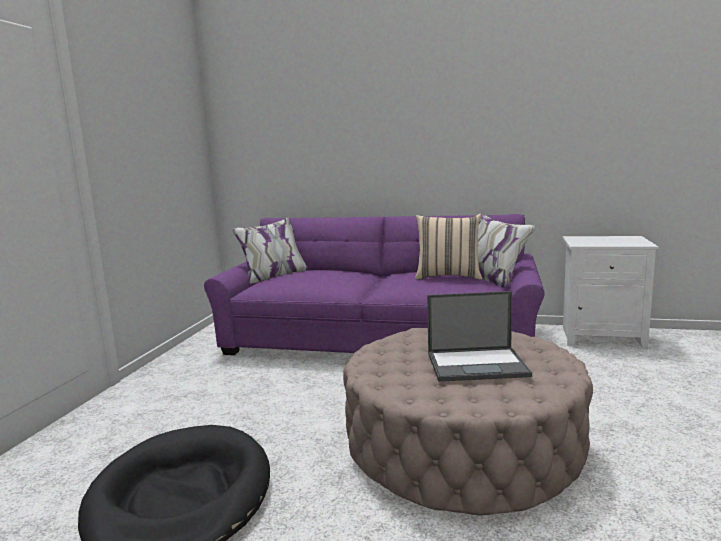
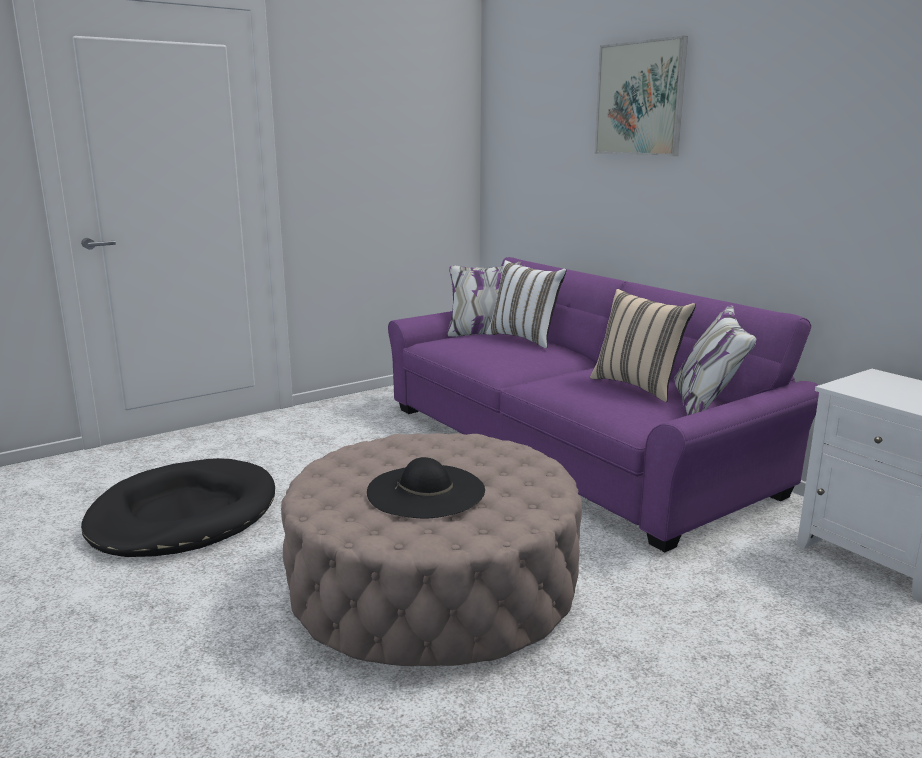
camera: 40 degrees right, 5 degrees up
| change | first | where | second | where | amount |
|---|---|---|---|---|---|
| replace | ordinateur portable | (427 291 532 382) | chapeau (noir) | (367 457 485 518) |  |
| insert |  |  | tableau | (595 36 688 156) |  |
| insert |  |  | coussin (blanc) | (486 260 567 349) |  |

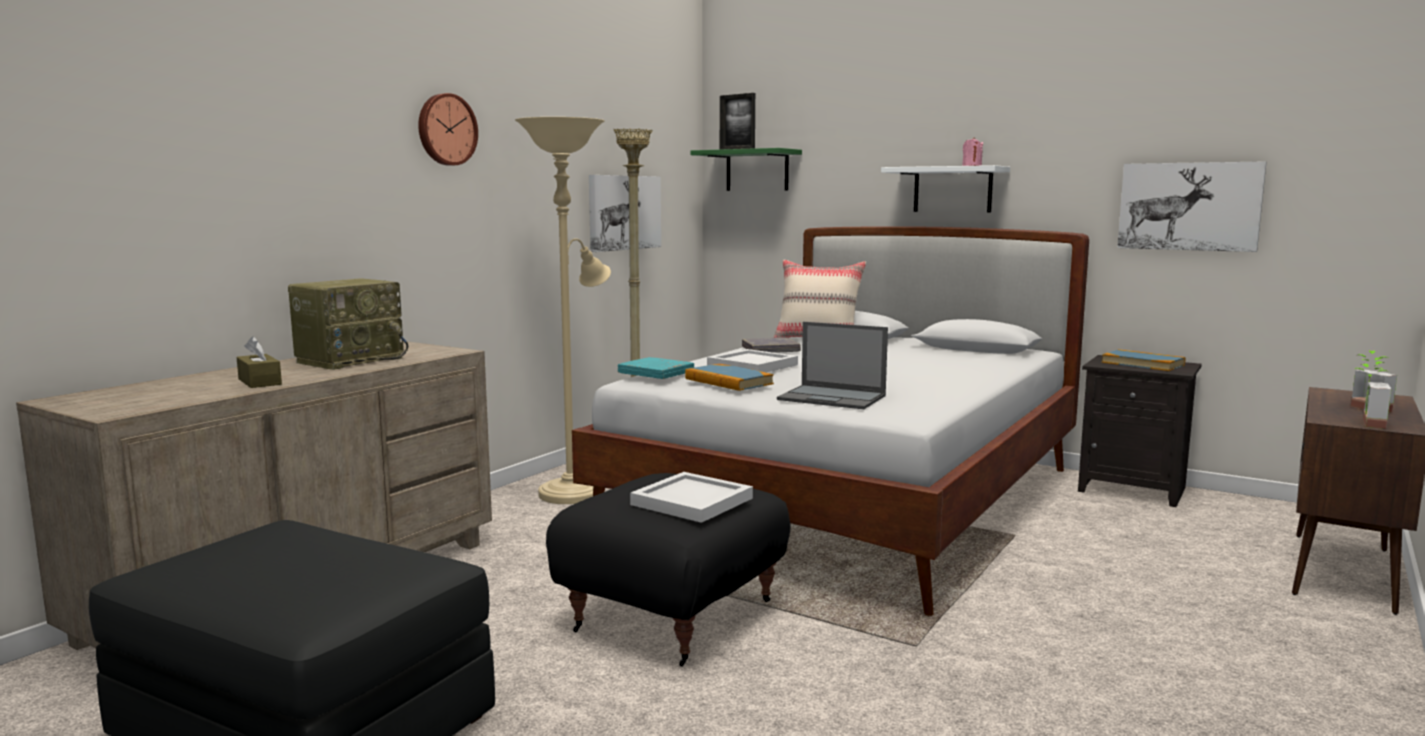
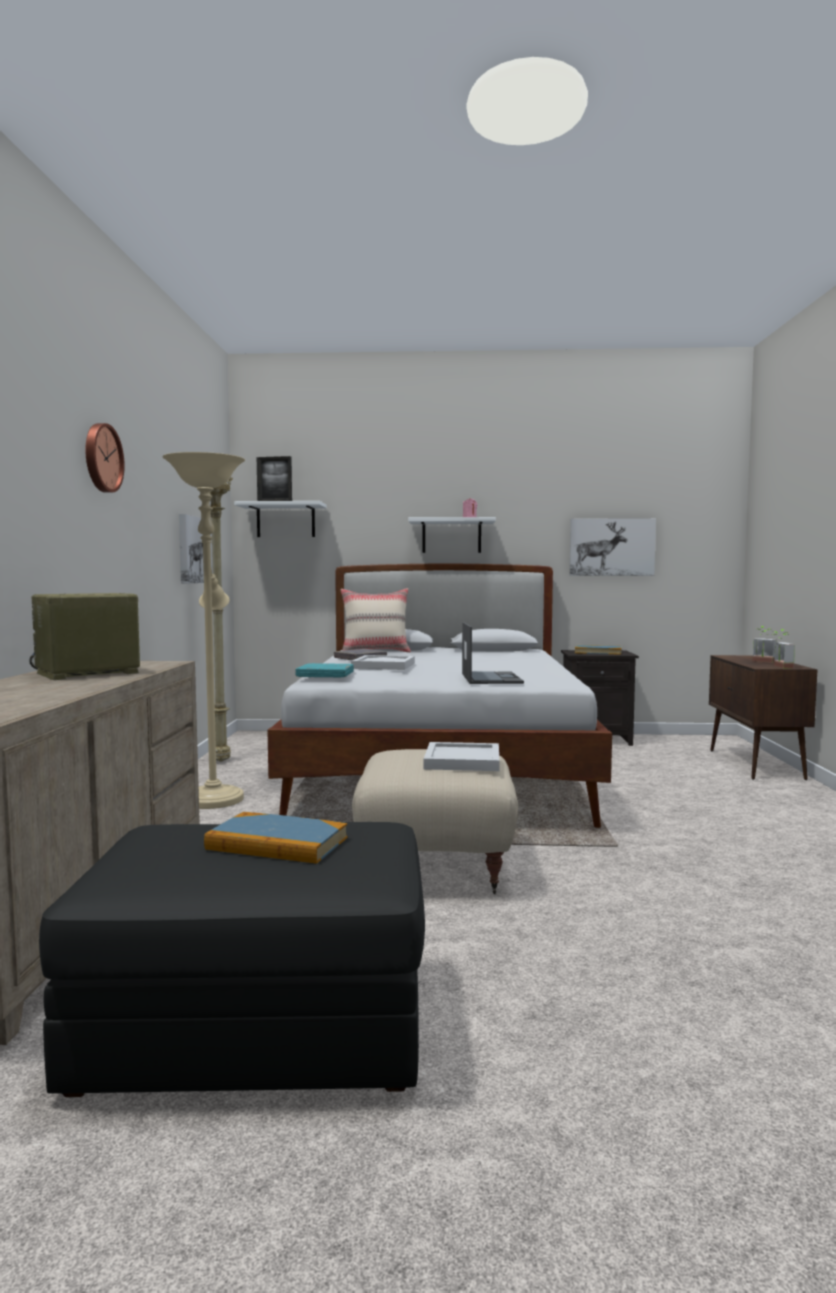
camera: 30 degrees left, 5 degrees down
| change | first | where | second | where | amount |
|---|---|---|---|---|---|
| recolor | étagère (vert) | (690 148 802 191) | étagère (blanc) | (234 501 327 537) |  |
| rotate | radio | (288 278 408 370) |  | (29 593 140 680) | 135 degrees counterclockwise |
| rotate | ordinateur portable | (777 322 888 409) |  | (462 622 524 684) | 90 degrees counterclockwise |
| delete | boîte à mouchoirs (marron) | (237 336 282 388) |  |  |  |
| move | livre | (685 364 774 391) |  | (204 812 347 864) |  |
| recolor | pouf (noir) | (546 473 791 667) | pouf (beige) | (352 749 518 894) |  |

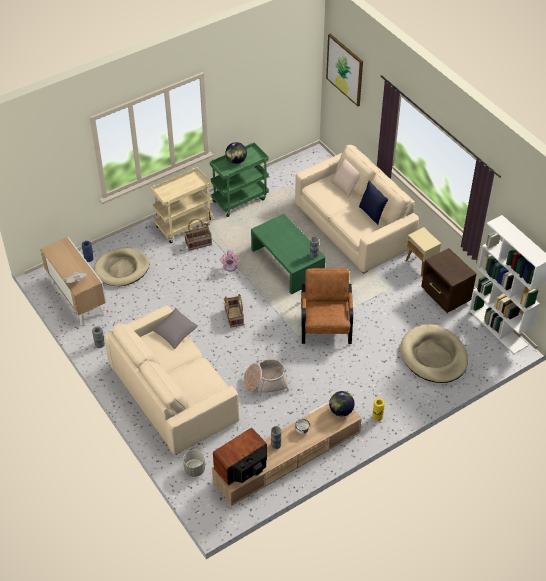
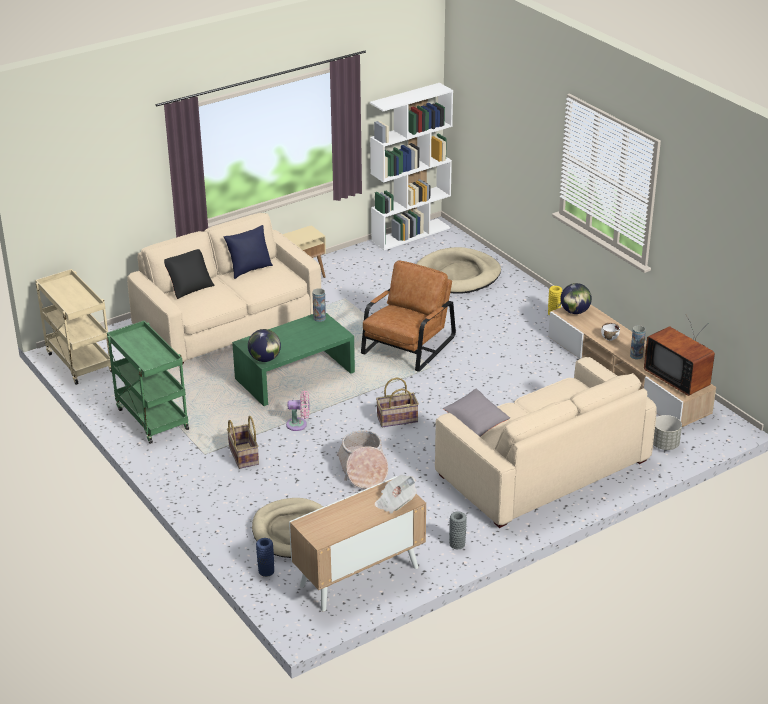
camera: 90 degrees left, 15 degrees down
| change | first | where | second | where | amount |
|---|---|---|---|---|---|
| delete | tableau | (326 34 363 107) |  |  |  |
| move | globe | (226 142 247 164) |  | (248 329 281 362) |  |
| recolor | coussin (beige) | (330 158 360 198) | coussin (noir) | (164 249 215 299) |  |
| move | chariot (beige) | (151 167 213 243) |  | (35 269 112 385) |  |
| delete | table de chevet (marron) | (421 248 476 313) |  |  |  |
| rotate | fauteuil (marron) | (301 268 353 344) |  | (361 260 456 372) | 120 degrees clockwise |
| move | panier | (243 359 289 396) |  | (337 431 388 489) |  |

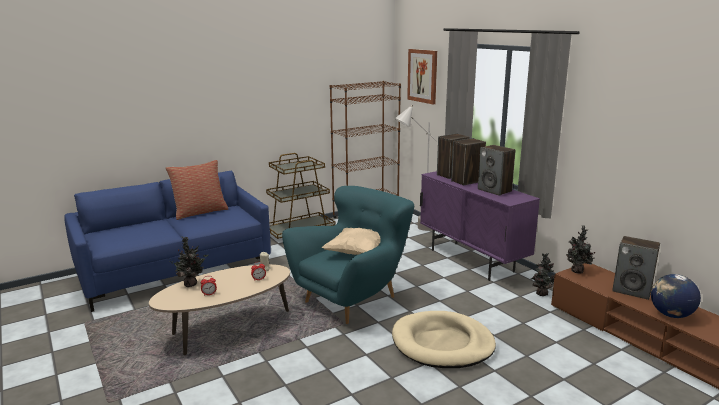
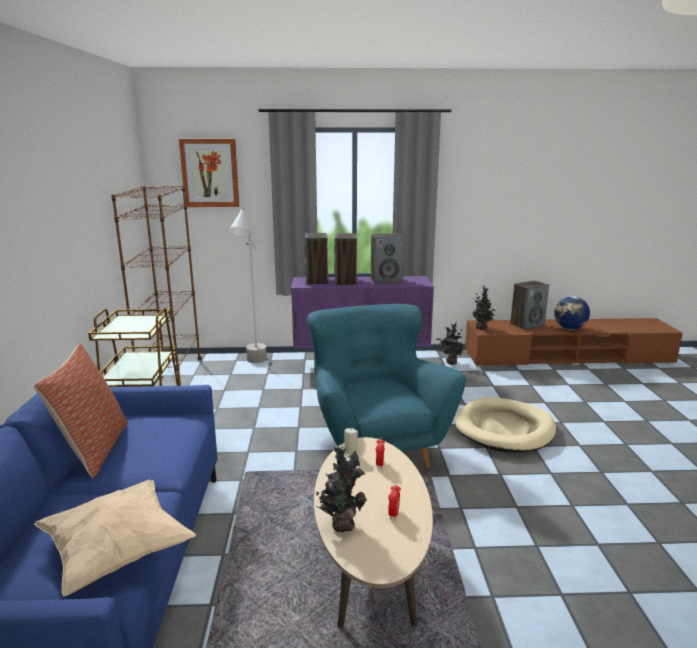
camera: 60 degrees left, 0 degrees up
| change | first | where | second | where | amount |
|---|---|---|---|---|---|
| move | coussin (beige) | (322 228 381 255) |  | (34 480 196 596) |  |

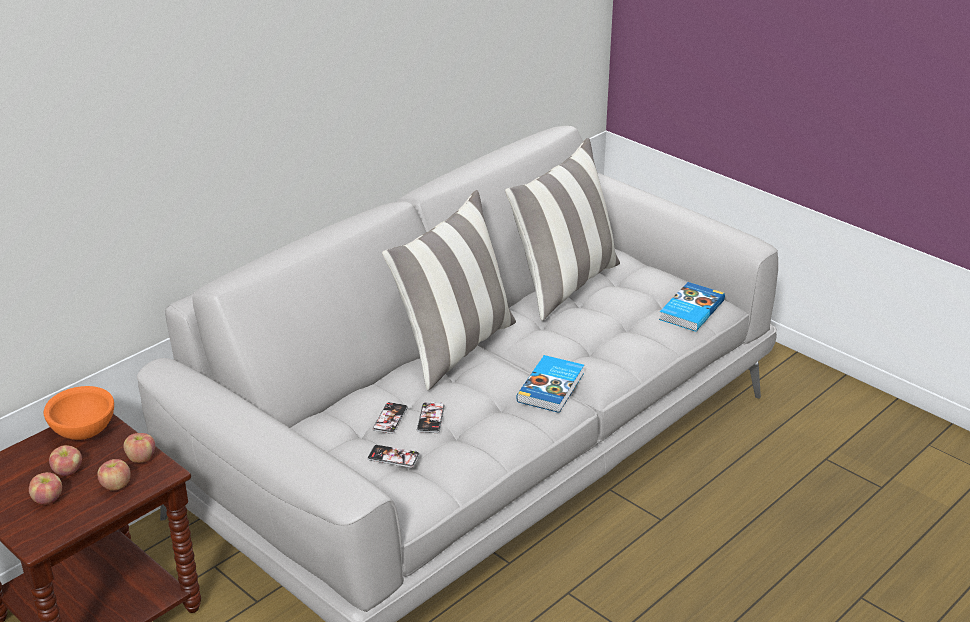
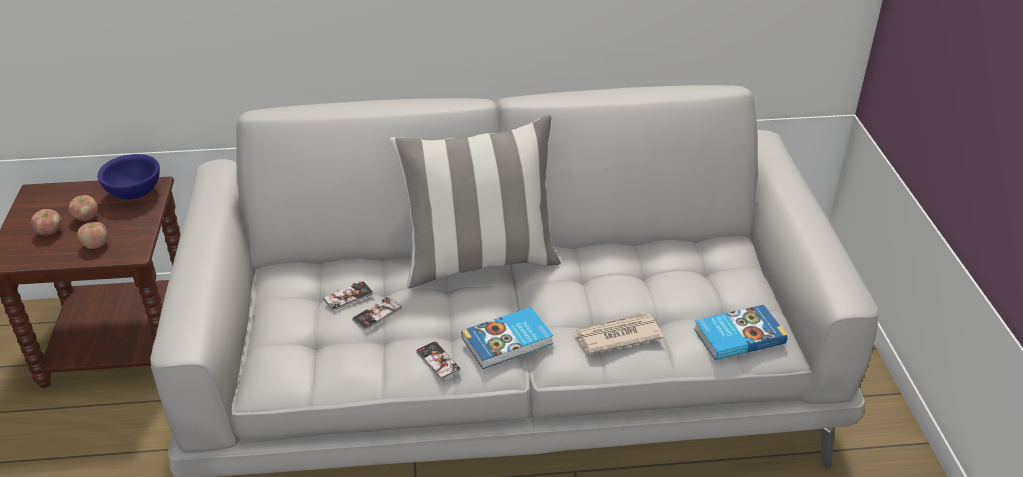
camera: 40 degrees right, 5 degrees up
| change | first | where | second | where | amount |
|---|---|---|---|---|---|
| delete | coussin | (505 138 620 321) |  |  |  |
| recolor | bol (orange) | (44 386 114 440) | bol (bleu) | (97 154 160 199) |  |
| delete | pomme | (123 433 155 463) |  |  |  |
| move | téléphone | (367 445 420 468) |  | (416 342 461 380) |  |
| insert |  |  | journal | (573 312 664 354) |  |

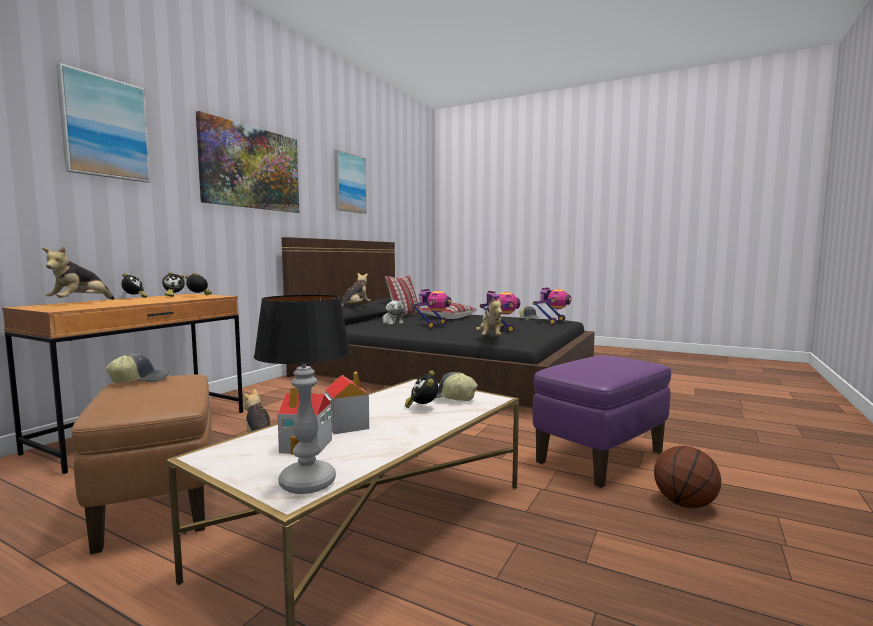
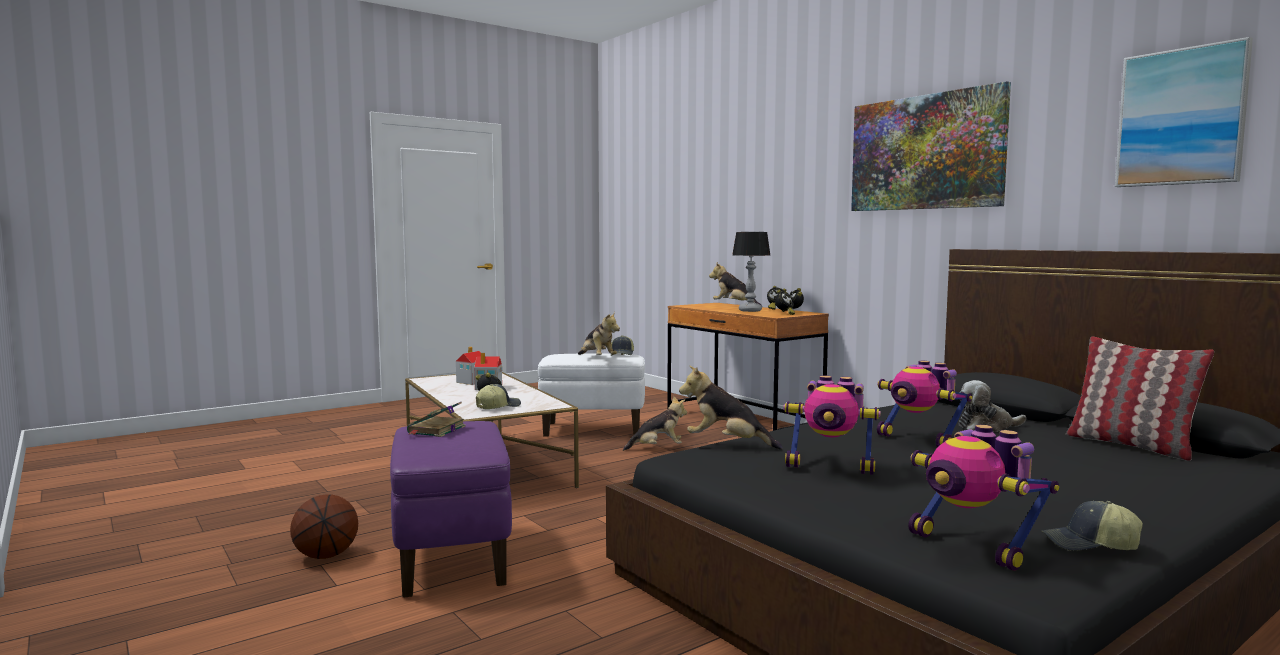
camera: 115 degrees right, 0 degrees up
| change | first | where | second | where | amount |
|---|---|---|---|---|---|
| delete | tableau | (56 63 151 183) |  |  |  |
| move | peluche | (341 273 371 308) |  | (578 311 620 355) |  |
| move | lampe de table | (254 295 351 494) |  | (732 232 770 312) |  |
| delete | coussin | (415 303 477 319) |  |  |  |
| recolor | pouf (marron) | (71 375 212 554) | pouf (blanc) | (538 354 645 437) |  |
| insert |  |  | livre | (407 402 466 437) |  |

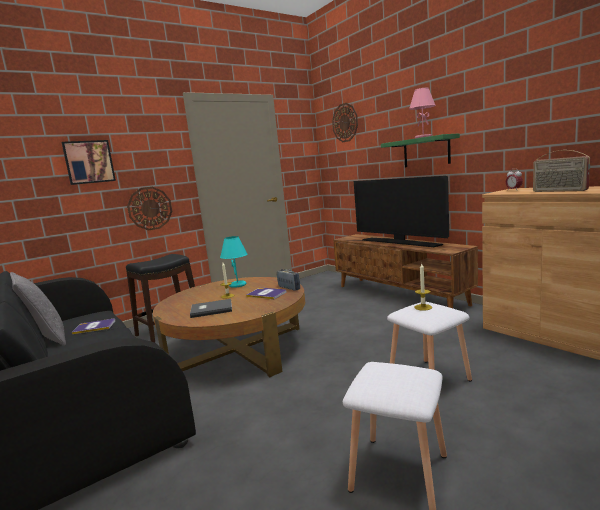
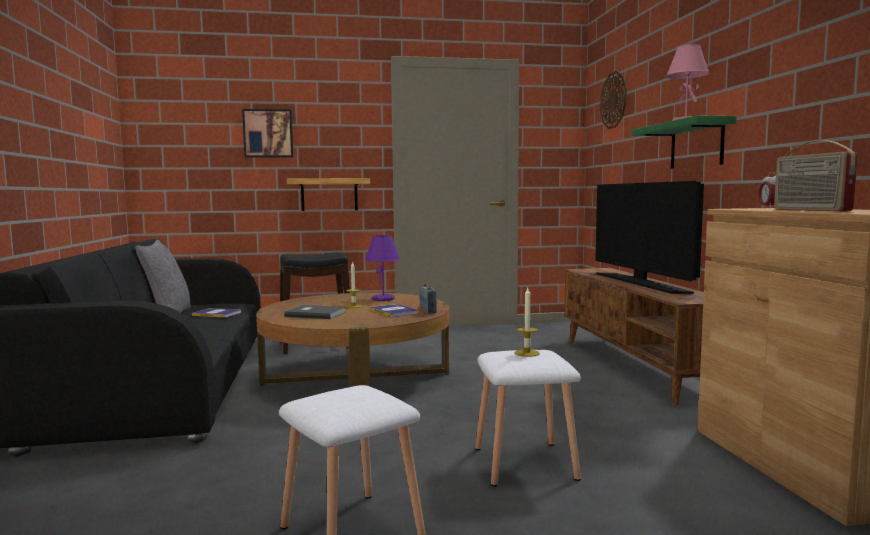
camera: 25 degrees right, 5 degrees down
| change | first | where | second | where | amount |
|---|---|---|---|---|---|
| replace | horloge murale | (127 187 172 231) | étagère | (287 178 370 211) |  |
| recolor | lampe de table (turquoise) | (220 236 247 288) | lampe de table (violet) | (365 235 400 301) |  |

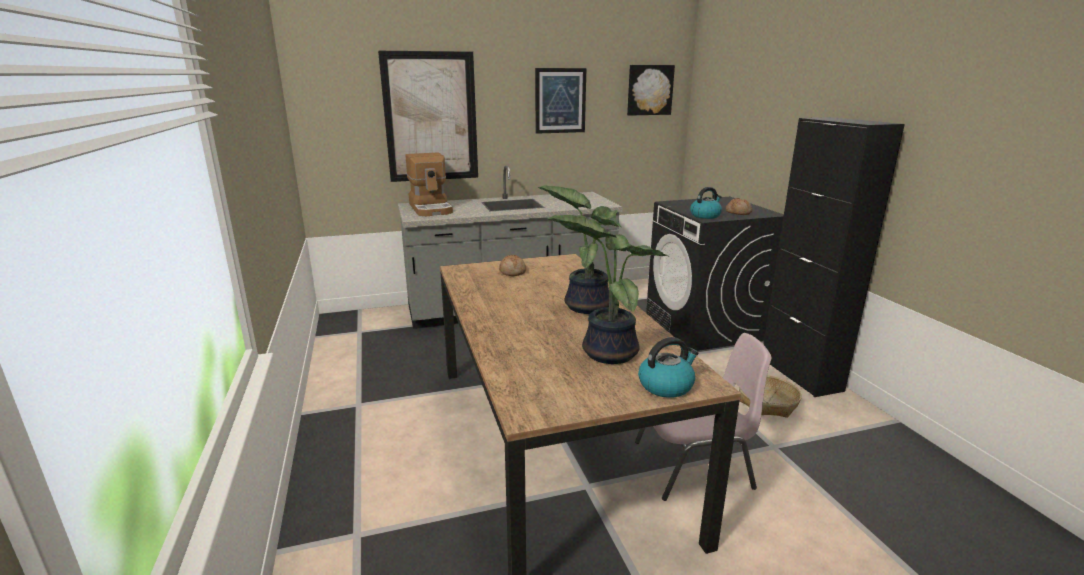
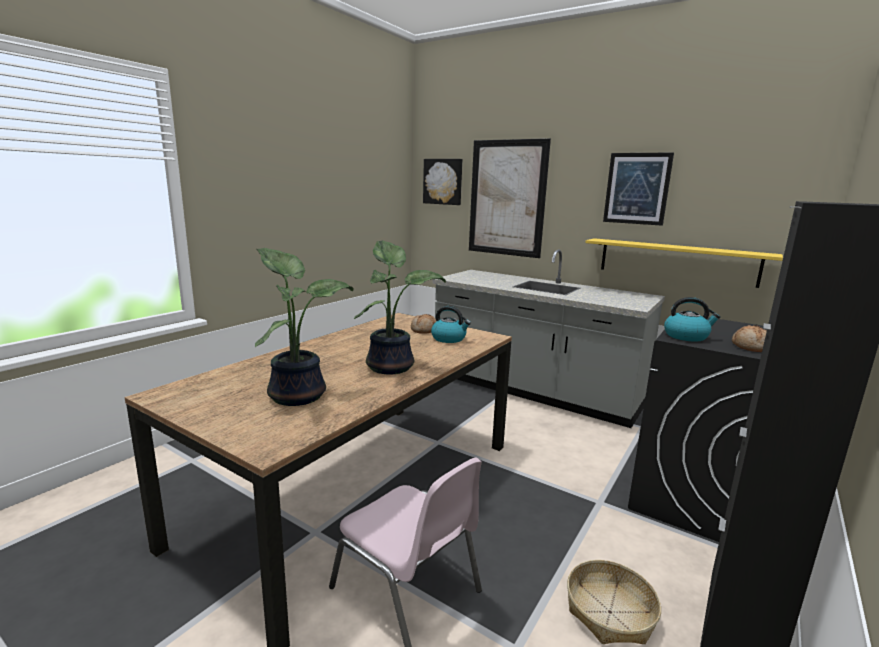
camera: 50 degrees right, 5 degrees down
| change | first | where | second | where | amount |
|---|---|---|---|---|---|
| move | tableau | (627 65 675 116) |  | (423 159 462 205) |  |
| delete | machine à café | (405 152 453 216) |  |  |  |
| move | bouilloire | (638 337 699 398) |  | (431 306 471 343) |  |
| insert |  |  | étagère (jaune) | (586 238 783 288) |  |

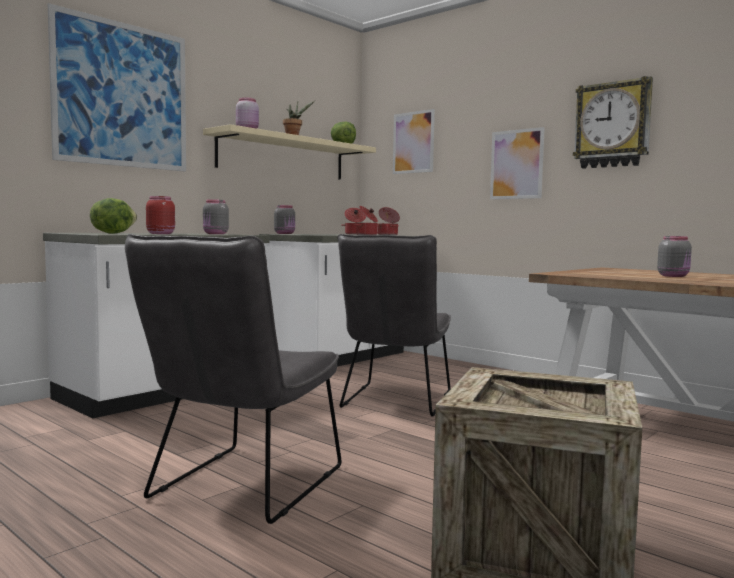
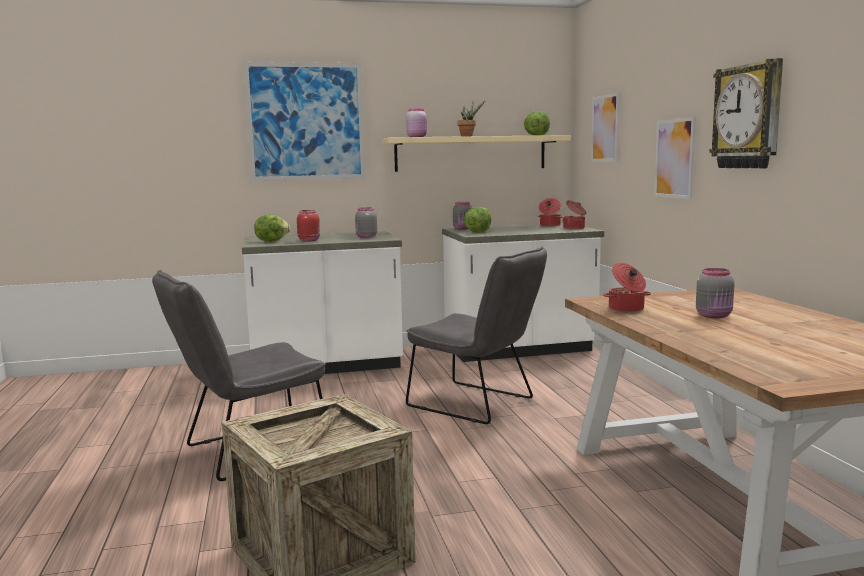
camera: 35 degrees right, 5 degrees up
| change | first | where | second | where | amount |
|---|---|---|---|---|---|
| move | marmite | (355 206 379 235) |  | (603 262 651 312) |  |
| rotate | chaise (gris) | (337 234 451 417) |  | (406 246 547 424) | 105 degrees counterclockwise |
| insert |  |  | laitue | (464 207 491 232) |  |

